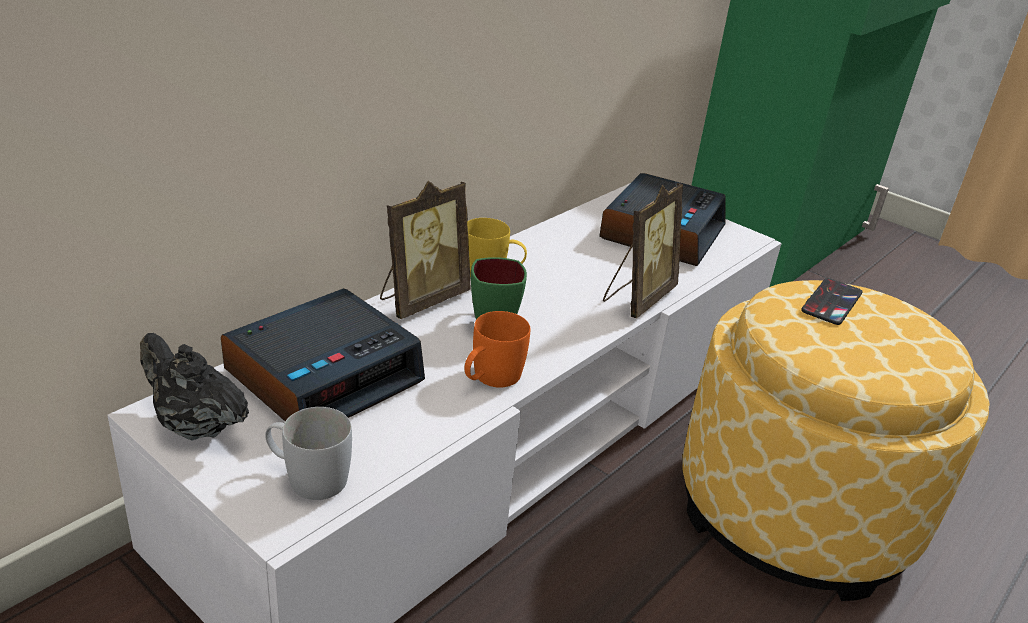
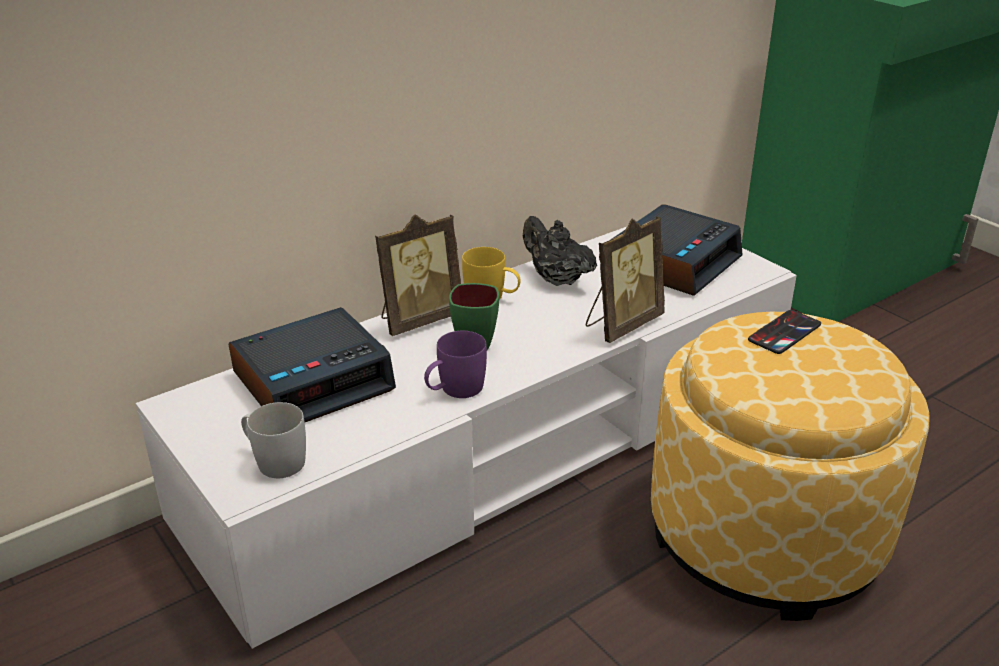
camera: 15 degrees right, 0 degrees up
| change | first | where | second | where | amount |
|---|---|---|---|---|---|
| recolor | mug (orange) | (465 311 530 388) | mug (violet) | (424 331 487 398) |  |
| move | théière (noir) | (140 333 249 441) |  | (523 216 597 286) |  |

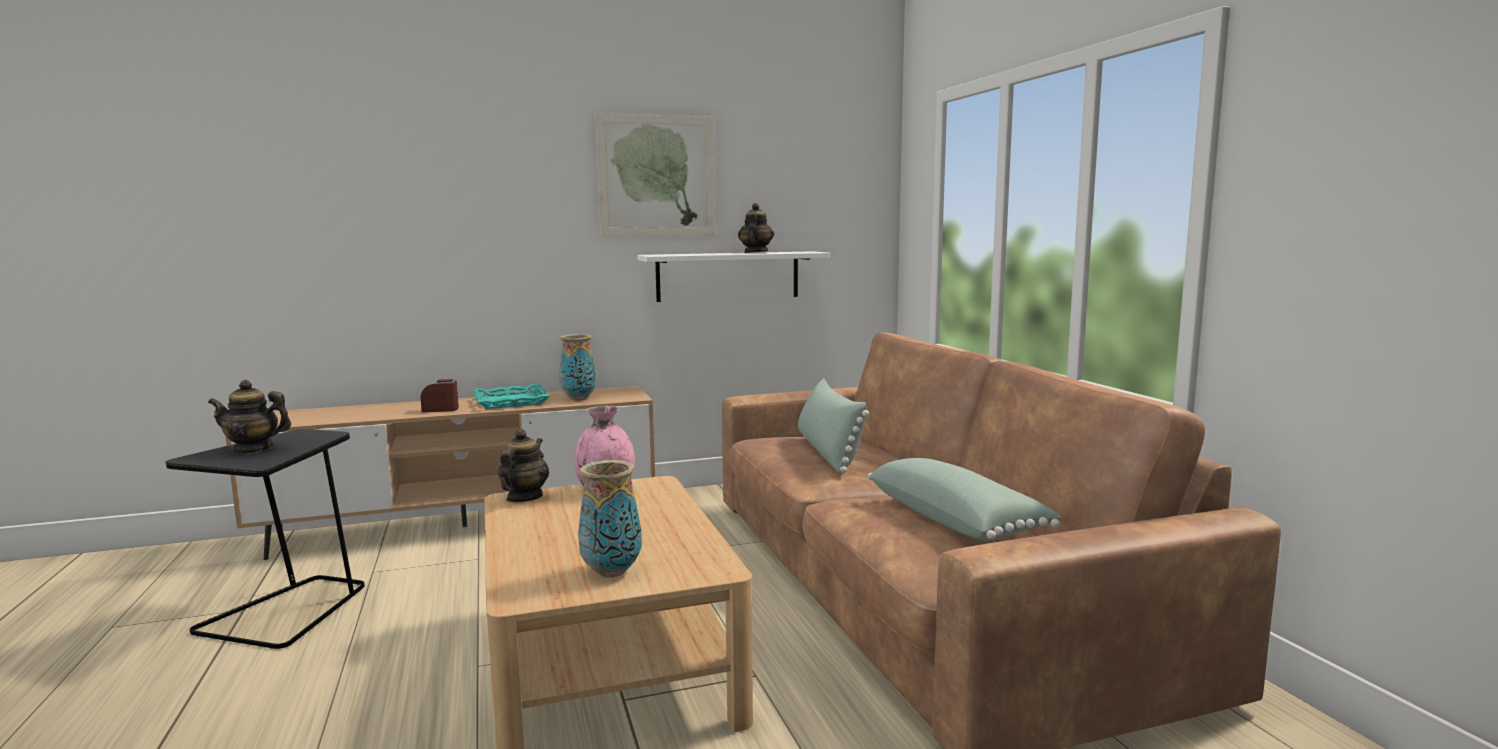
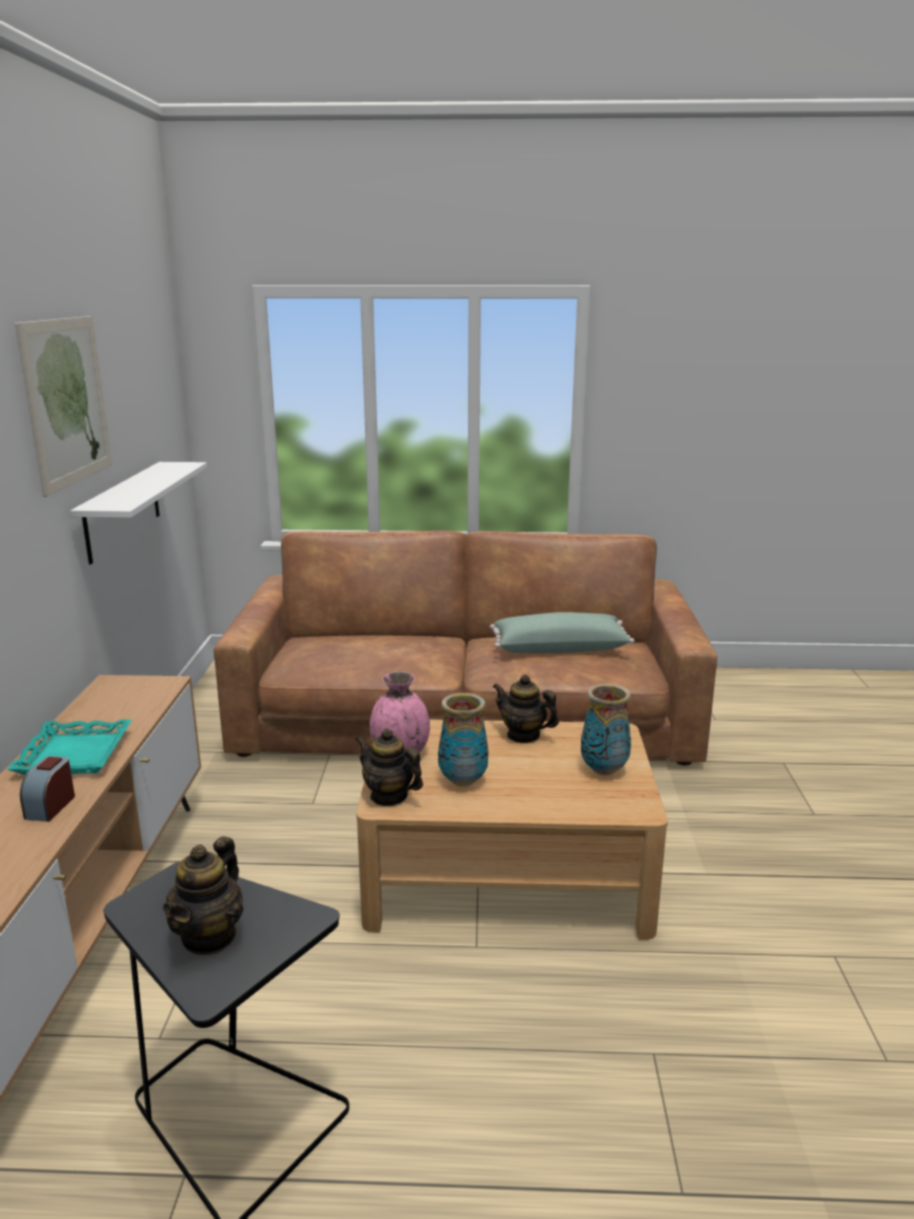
camera: 70 degrees left, 10 degrees up
| change | first | where | second | where | amount |
|---|---|---|---|---|---|
| move | théière | (738 203 774 253) |  | (493 675 559 743) |  |
| move | vase | (559 334 596 400) |  | (438 693 488 787) |  |
| delete | coussin (vert) | (798 378 869 473) |  |  |  |

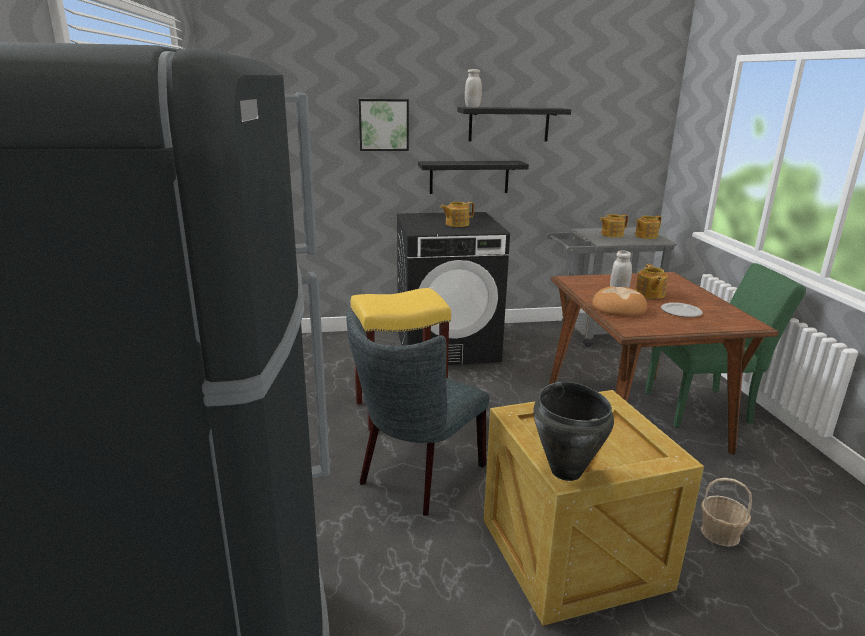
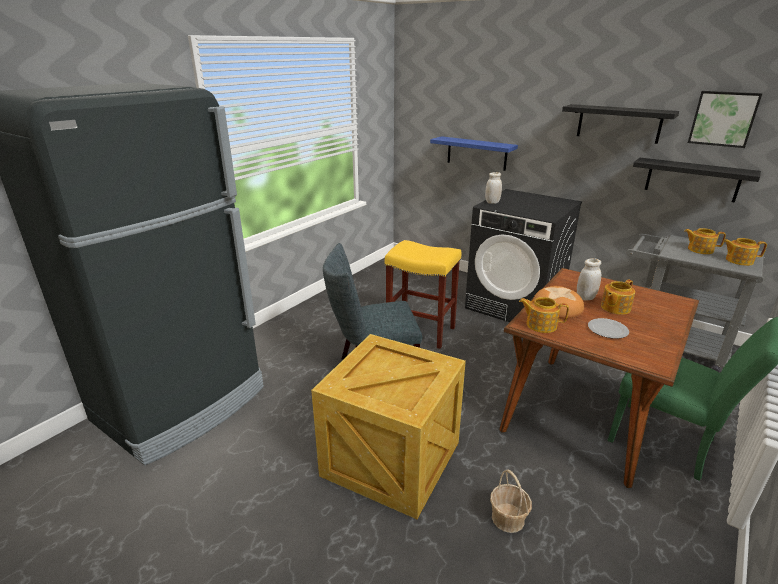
camera: 45 degrees right, 5 degrees up
| change | first | where | second | where | amount |
|---|---|---|---|---|---|
| move | bocal (blanc) | (465 69 482 108) |  | (485 172 502 204) |  |
| move | tableau | (358 99 409 151) |  | (688 91 763 148) |  |
| move | étagère (noir) | (418 161 529 194) |  | (633 158 761 202) |  |
| move | théière | (440 202 474 227) |  | (519 297 569 333) |  |
| delete | marmite (noir) | (533 382 614 481) |  |  |  |
| insert |  |  | étagère (bleu) | (430 136 518 171) |  |

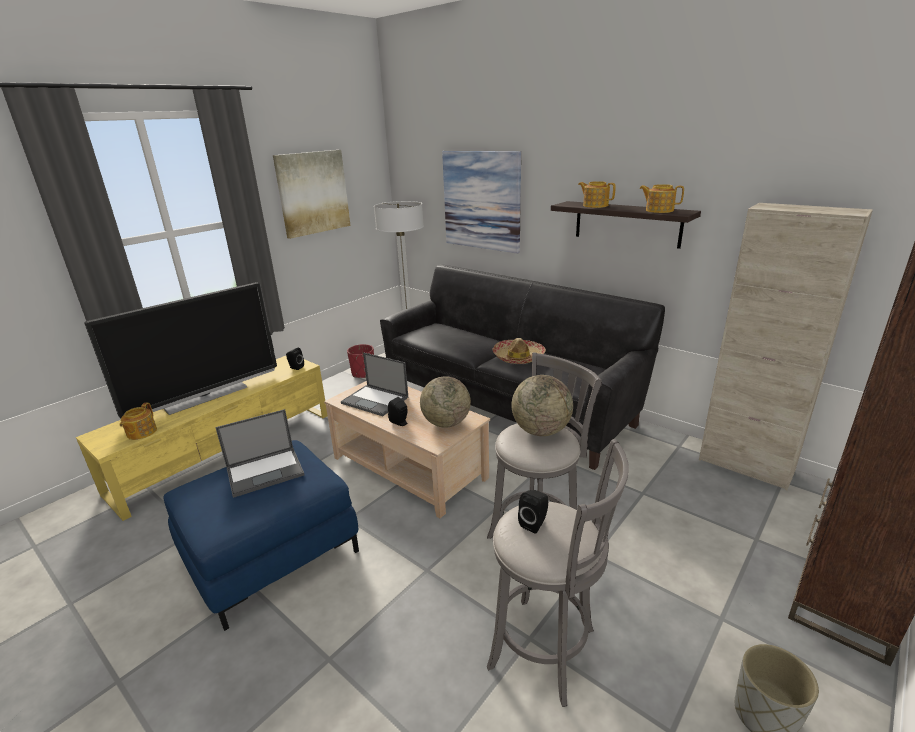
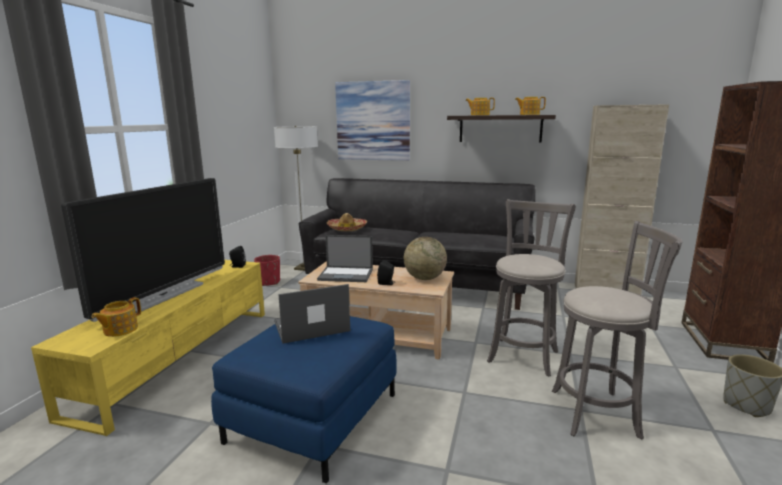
camera: 25 degrees left, 10 degrees down
| change | first | where | second | where | amount |
|---|---|---|---|---|---|
| delete | tableau | (273 150 351 239) |  |  |  |
| move | chapeau | (492 338 546 364) |  | (327 213 368 231) |  |
| delete | globe | (511 375 573 436) |  |  |  |
| rotate | théière | (120 403 157 440) |  | (91 297 141 337) | 45 degrees clockwise |
| rotate | ordinateur portable | (215 409 304 498) |  | (274 284 350 344) | 150 degrees counterclockwise |
| delete | enceinte (noir) | (518 490 548 534) |  |  |  |

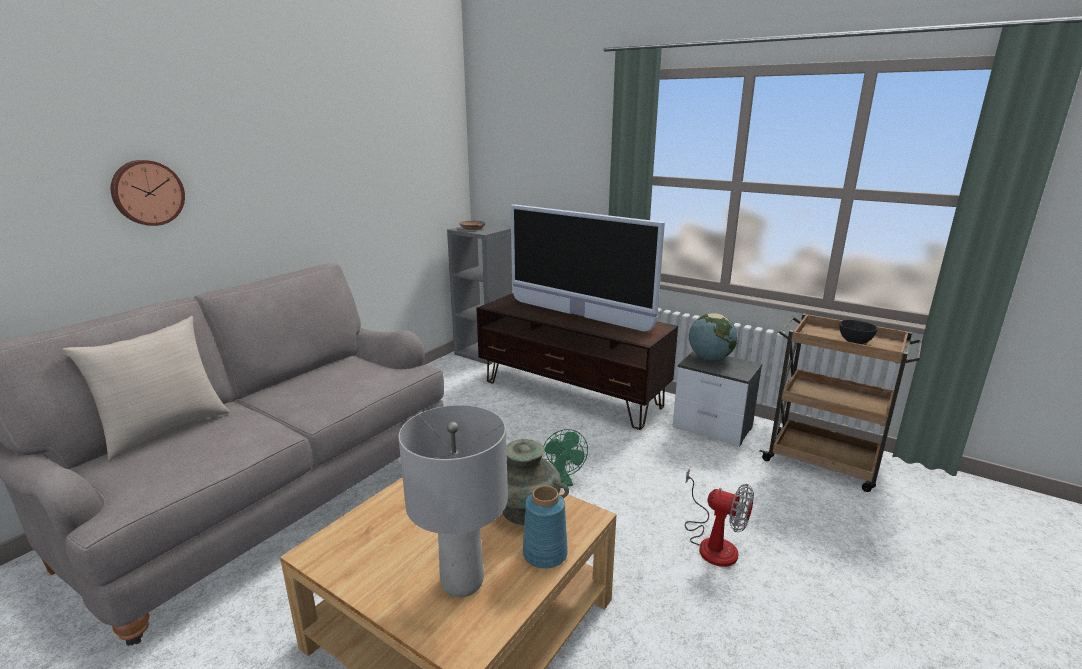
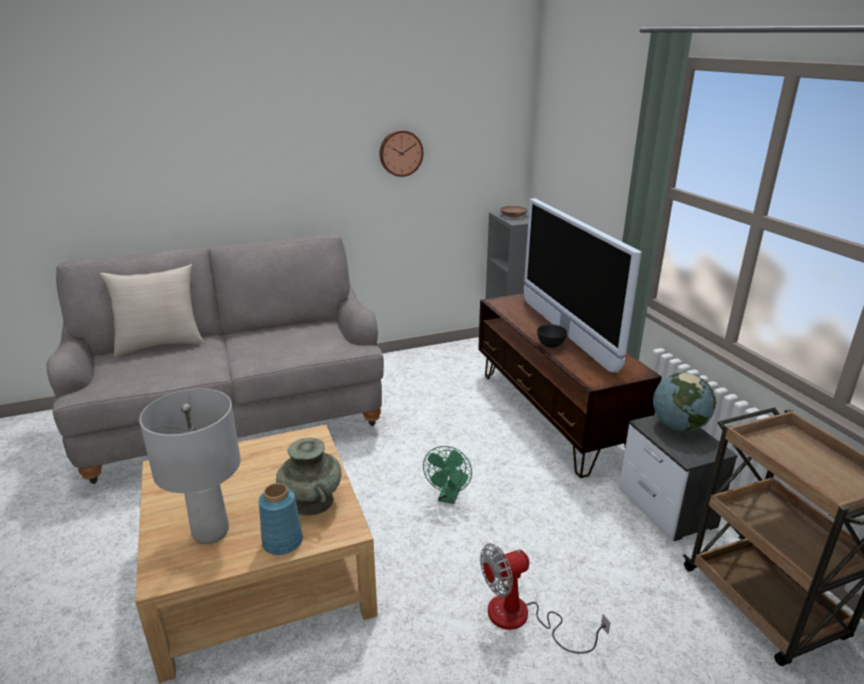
camera: 35 degrees right, 5 degrees up
| change | first | where | second | where | amount |
|---|---|---|---|---|---|
| move | horloge murale | (111 160 185 226) |  | (379 130 424 177) |  |
| move | bol (noir) | (839 320 878 344) |  | (537 324 567 348) |  |
| rotate | ventilateur | (685 468 754 567) |  | (480 543 610 653) | 90 degrees clockwise |

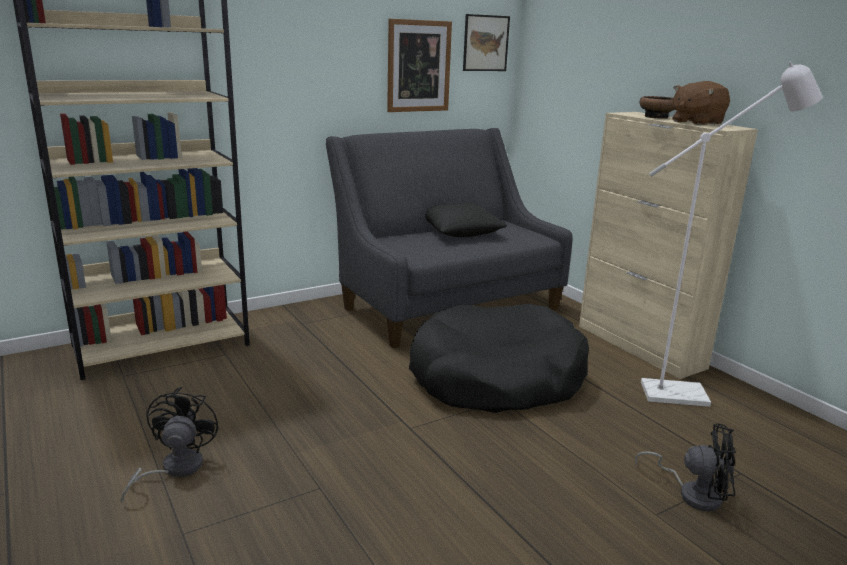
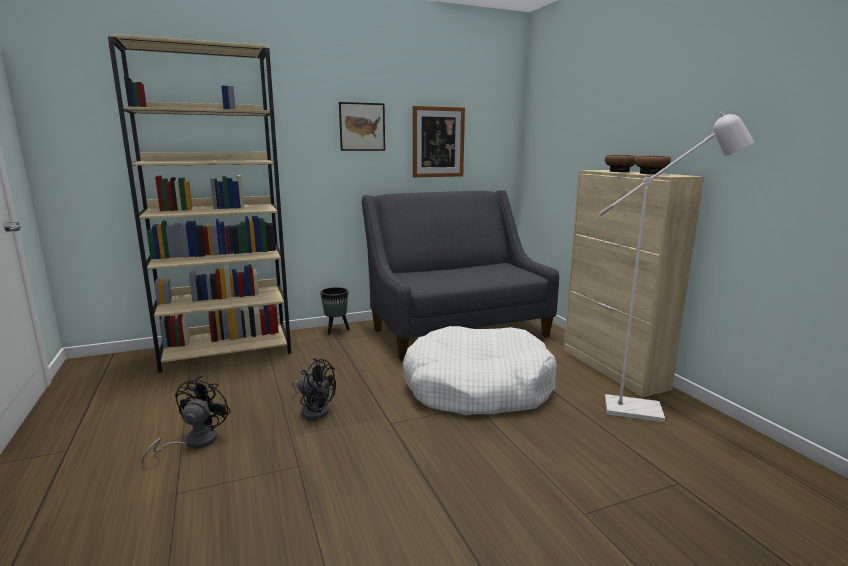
camera: 10 degrees right, 5 degrees down
| change | first | where | second | where | amount |
|---|---|---|---|---|---|
| move | tableau | (463 14 510 71) |  | (339 102 385 151) |  |
| replace | peluche (marron) | (672 81 730 125) | bol | (635 156 671 174) |  |
| delete | coussin (noir) | (425 203 507 237) |  |  |  |
| recolor | panier pour chien (noir) | (409 304 589 413) | panier pour chien (blanc) | (403 326 557 416) |  |
| move | ventilateur (noir) | (635 423 736 511) |  | (292 358 336 420) |  |
| insert |  |  | cache-pot (noir) | (320 287 350 335) |  |

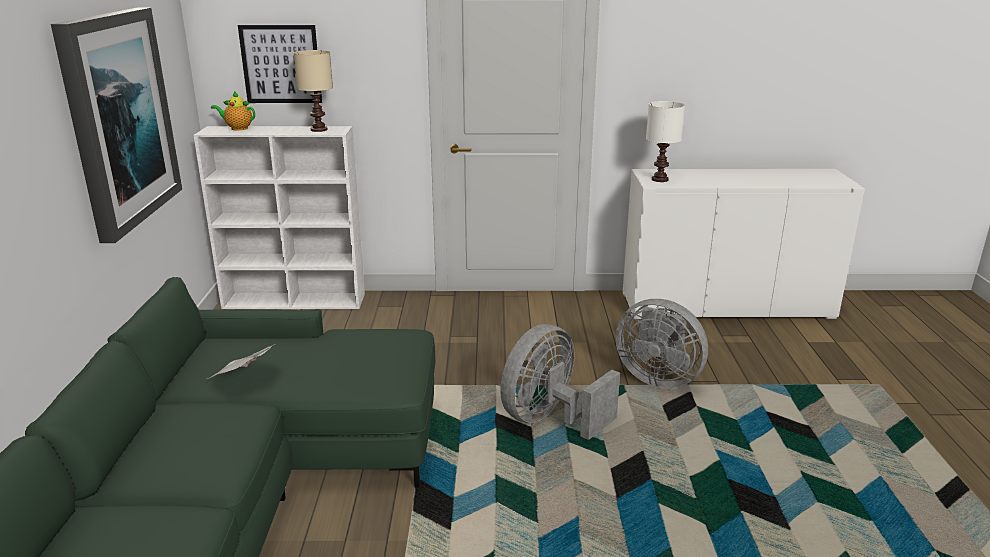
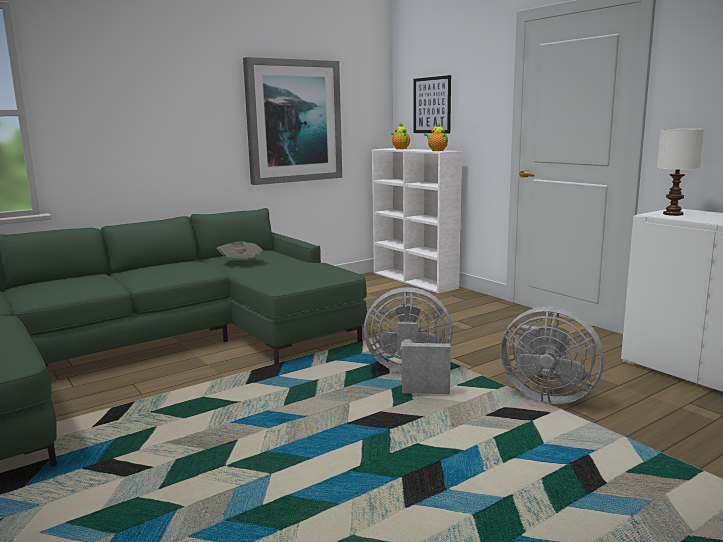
camera: 55 degrees right, 10 degrees down
| change | first | where | second | where | amount |
|---|---|---|---|---|---|
| replace | lampe de table (beige) | (294 50 333 132) | théière | (424 123 448 151) |  |
| rotate | ventilateur (gris) | (616 299 708 389) |  | (501 306 604 404) | 60 degrees counterclockwise |

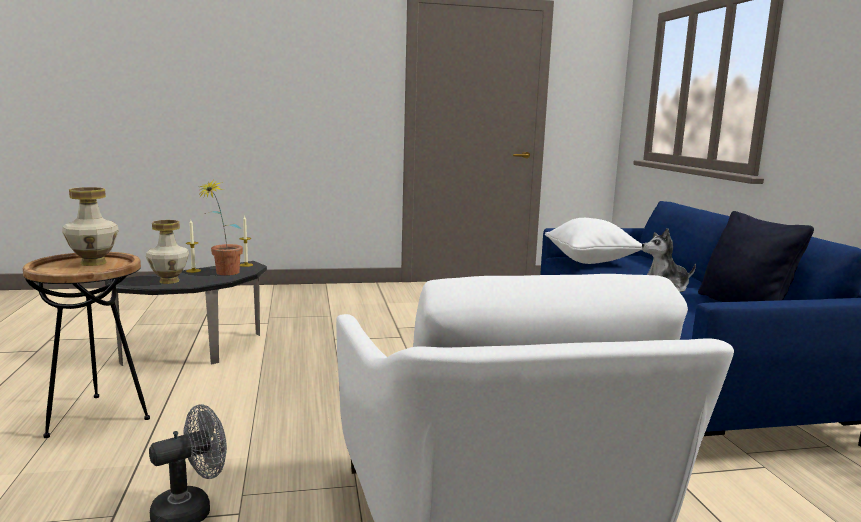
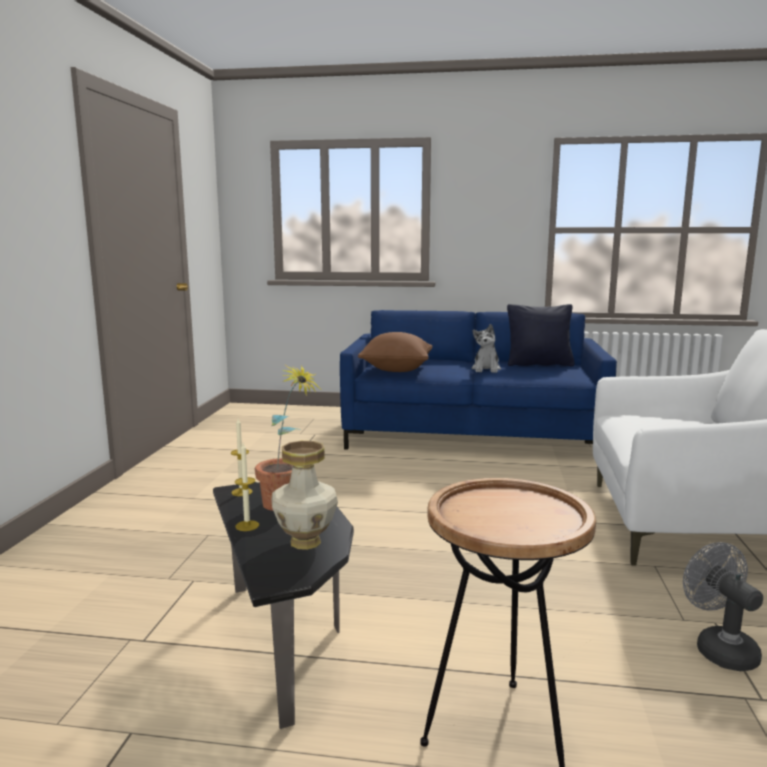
camera: 70 degrees left, 0 degrees up
| change | first | where | second | where | amount |
|---|---|---|---|---|---|
| delete | vase | (62 187 119 266) |  |  |  |
| recolor | coussin (blanc) | (545 218 642 264) | coussin (marron) | (358 332 432 372) |  |

